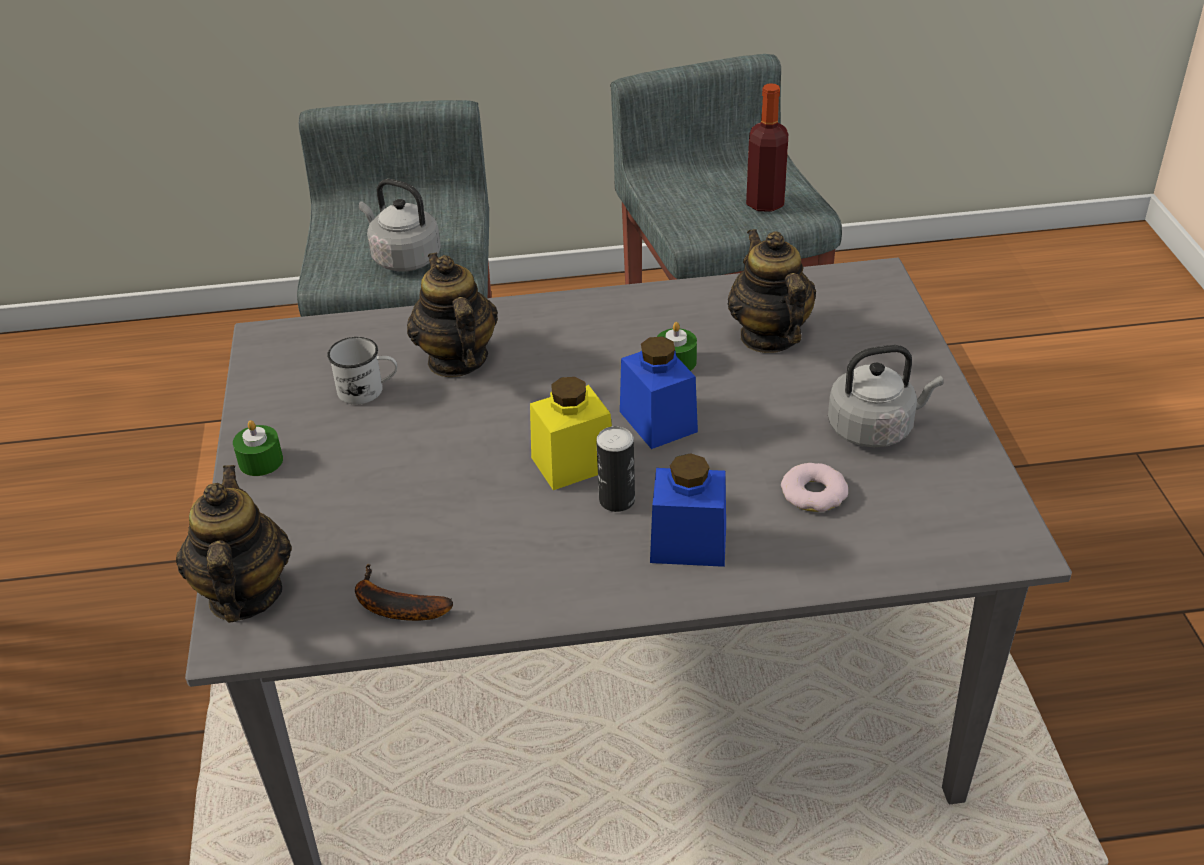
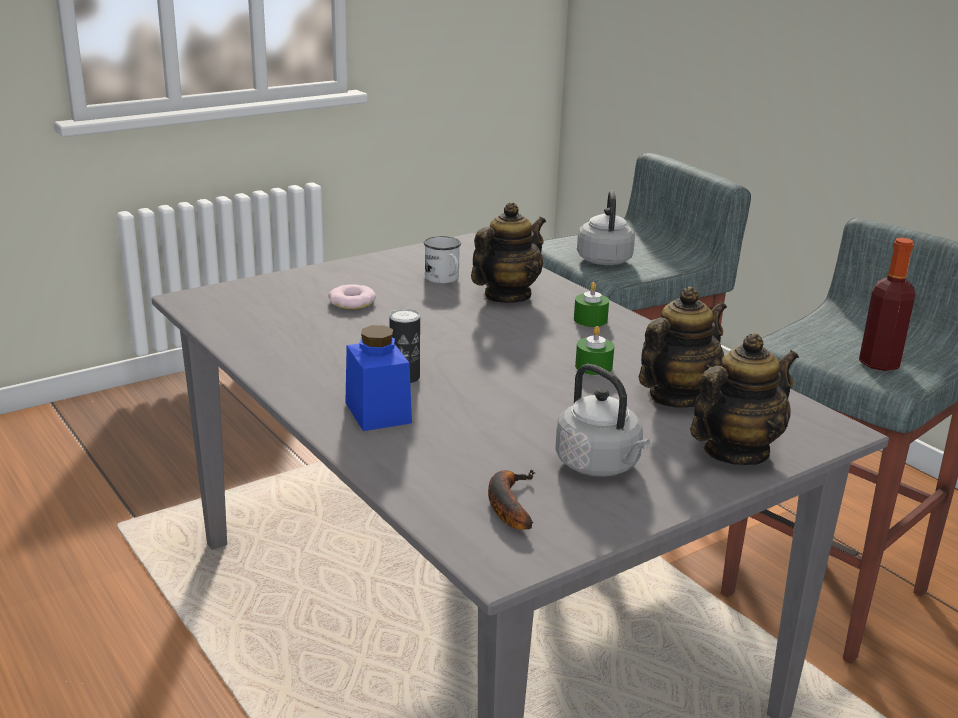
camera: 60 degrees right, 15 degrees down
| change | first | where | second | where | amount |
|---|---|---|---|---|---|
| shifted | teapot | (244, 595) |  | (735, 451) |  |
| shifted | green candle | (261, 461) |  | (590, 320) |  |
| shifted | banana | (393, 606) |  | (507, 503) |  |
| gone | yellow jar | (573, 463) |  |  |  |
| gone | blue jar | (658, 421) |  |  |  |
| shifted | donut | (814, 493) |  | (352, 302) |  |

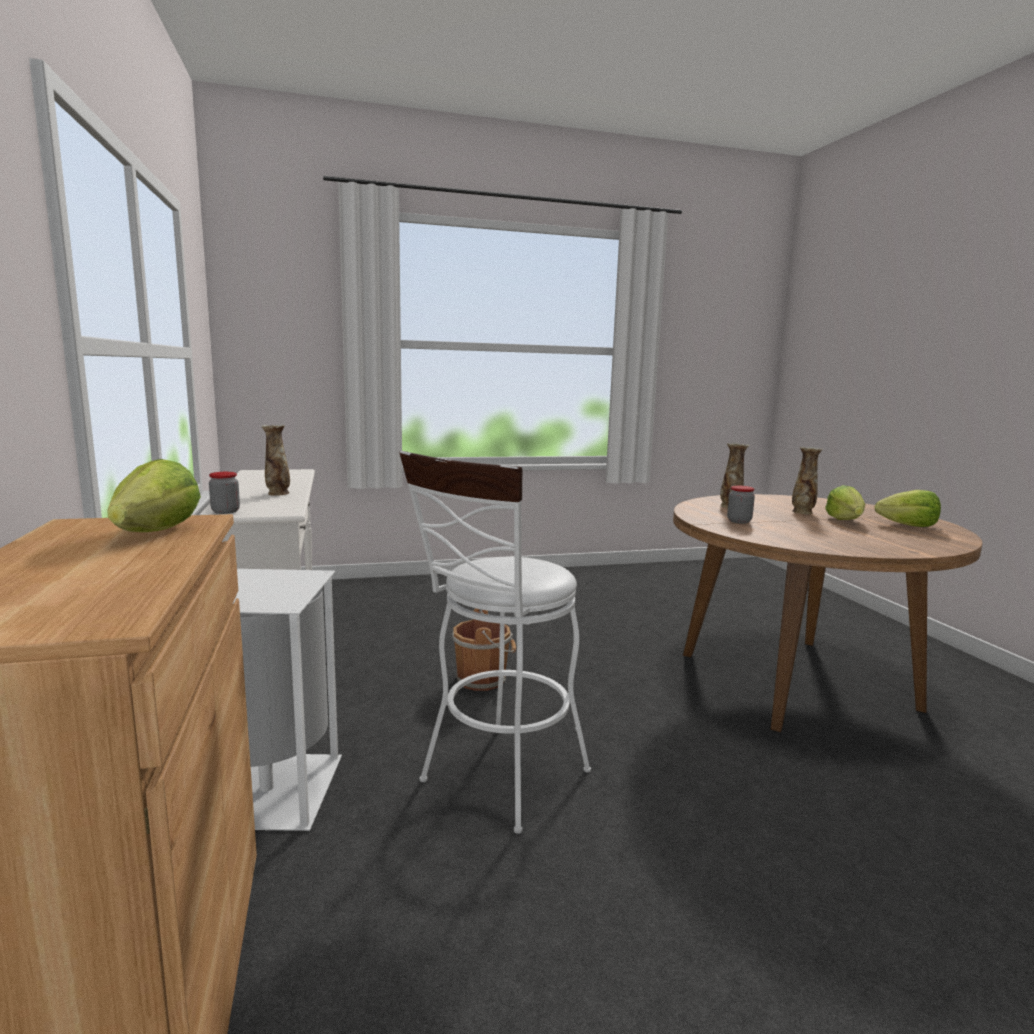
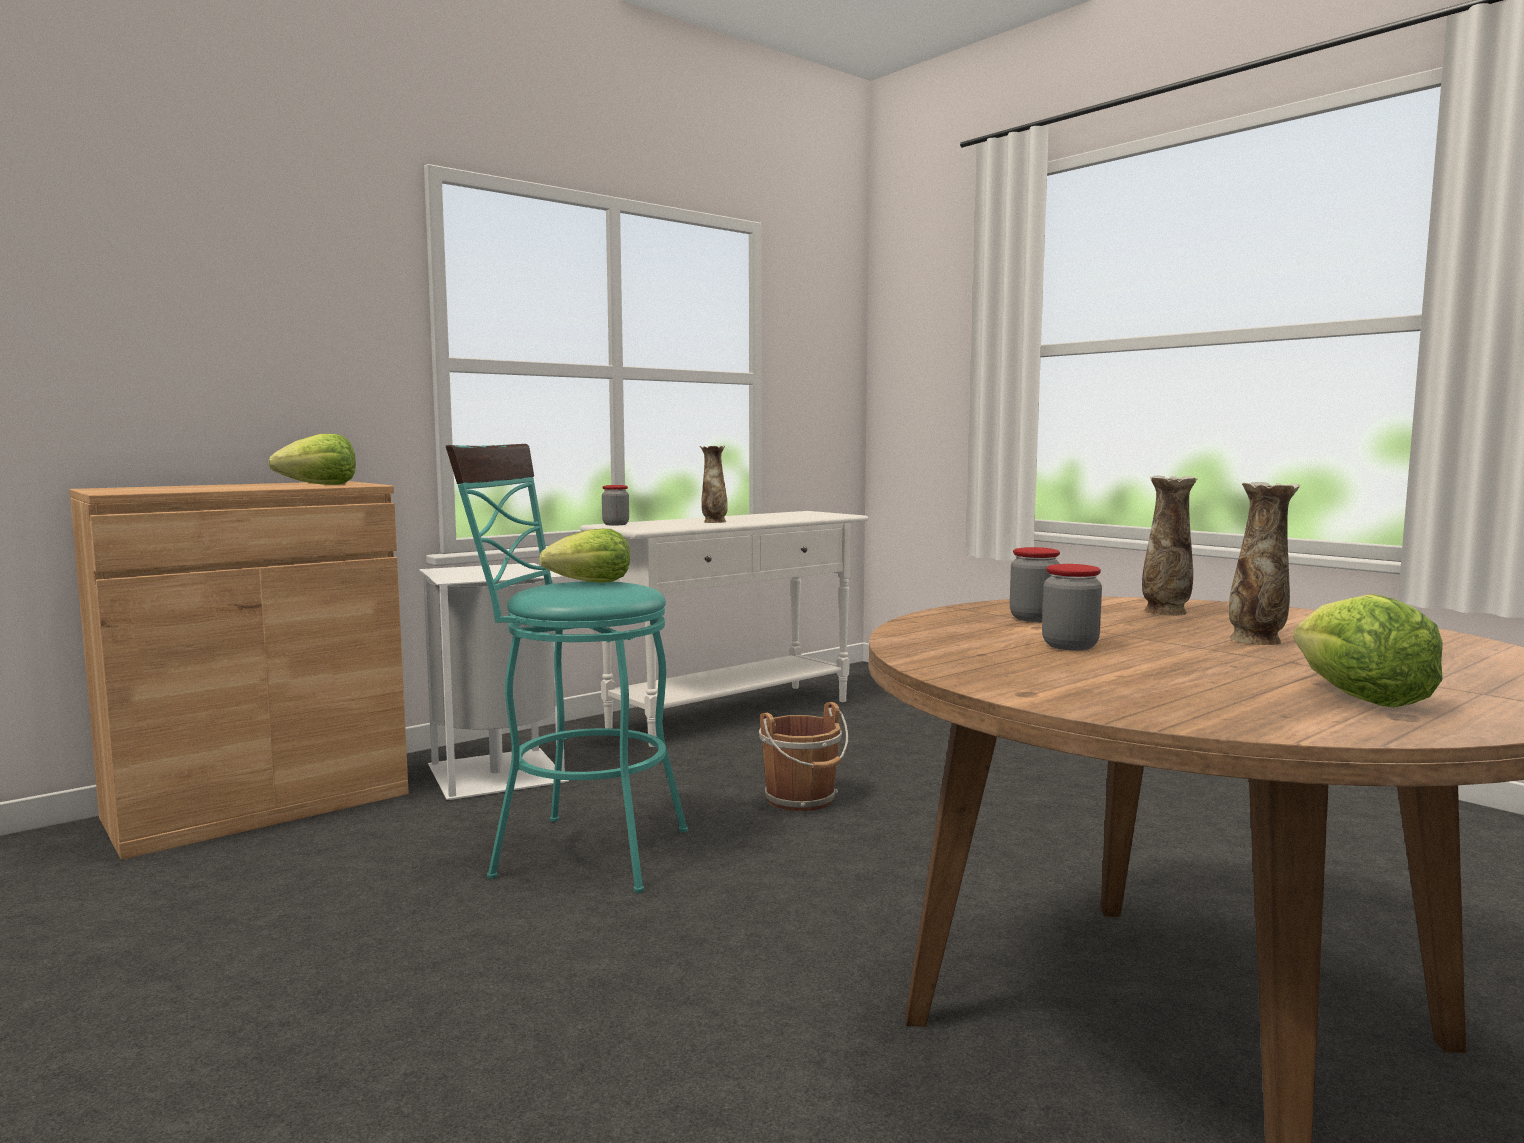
camera: 65 degrees right, 5 degrees down
| change | first | where | second | where | amount |
|---|---|---|---|---|---|
| repainted | white stool | (497, 782) | turquoise stool | (575, 851) |  |
| shifted | lettuce | (845, 520) |  | (591, 583) |  |
| new |  |  | jar | (1070, 646) |  |

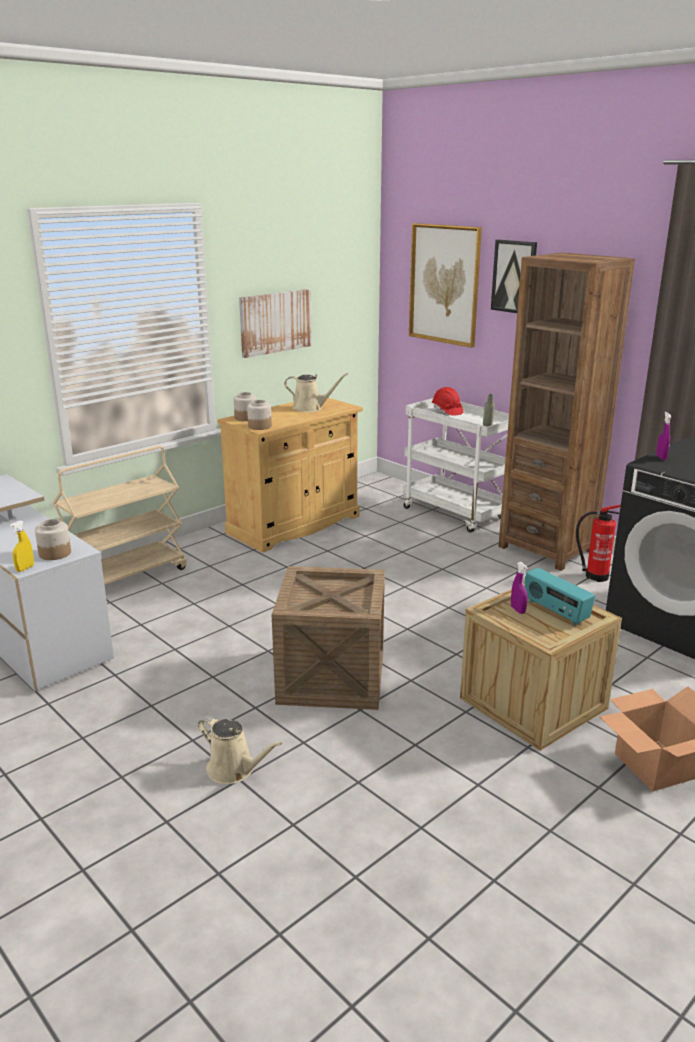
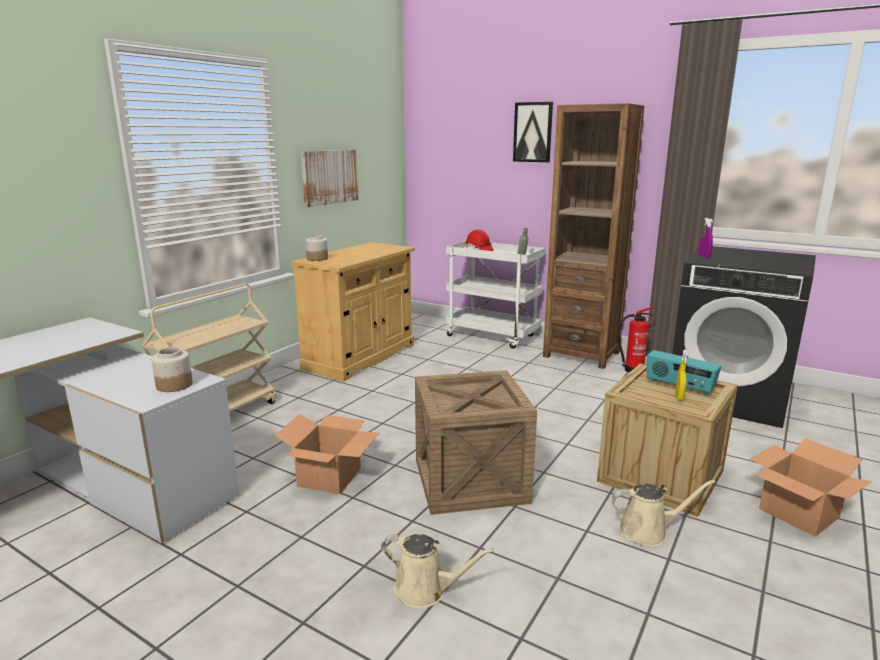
camera: 15 degrees left, 5 degrees down
| change | first | where | second | where | amount |
|---|---|---|---|---|---|
| shifted | yellow spray bottle | (25, 568) |  | (679, 398) |  |
| gone | jar | (259, 426) |  |  |  |
| shifted | beige watering can | (310, 408) |  | (647, 531) |  |
| gone | picture | (444, 284) |  |  |  |
| gone | purple spray bottle | (518, 610) |  |  |  |
| new |  |  | cardboard box | (329, 476) |  |

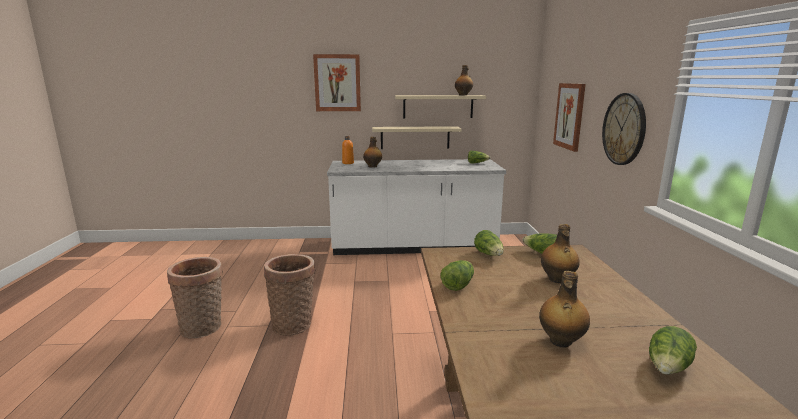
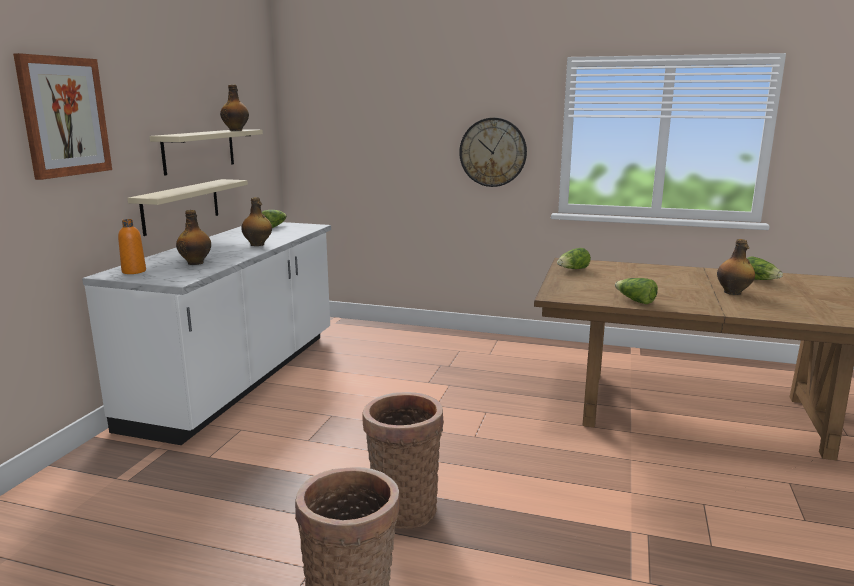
camera: 70 degrees left, 0 degrees up
| change | first | where | second | where | amount |
|---|---|---|---|---|---|
| gone | lettuce | (489, 255) |  |  |  |
| shifted | bottle | (557, 280) |  | (258, 244) |  |
| gone | picture | (569, 116) |  |  |  |

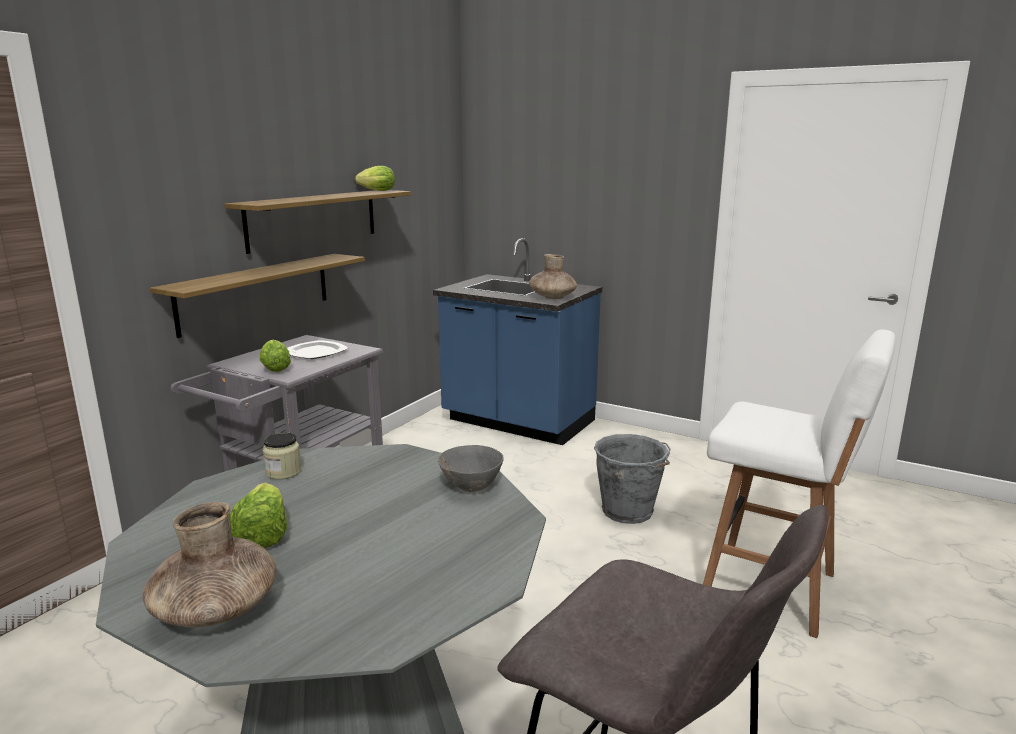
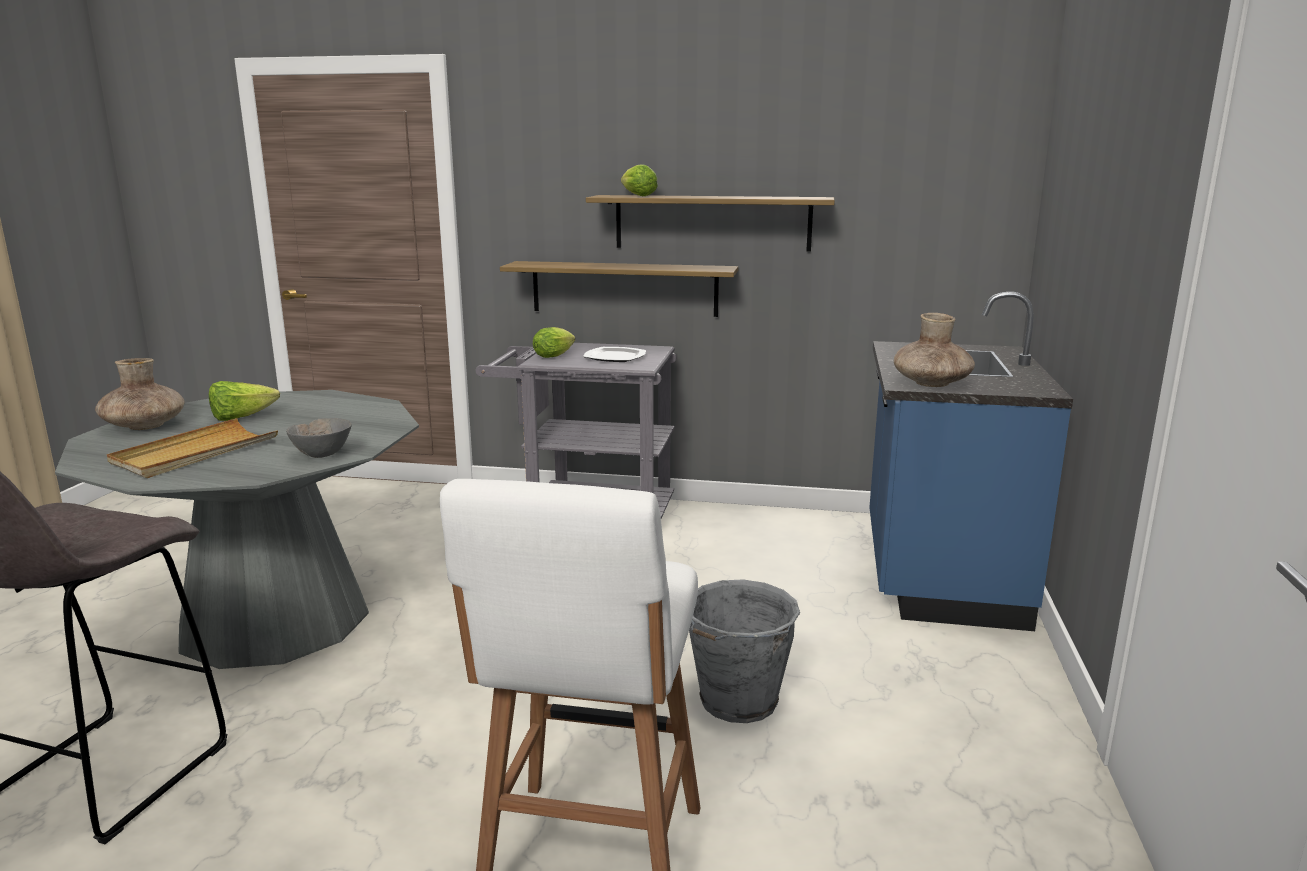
camera: 70 degrees right, 0 degrees up
| change | first | where | second | where | amount |
|---|---|---|---|---|---|
| gone | jar | (283, 472) |  |  |  |
| shifted | lettuce | (375, 191) |  | (636, 196) |  |
| new |  |  | beige tray | (195, 453) |  |

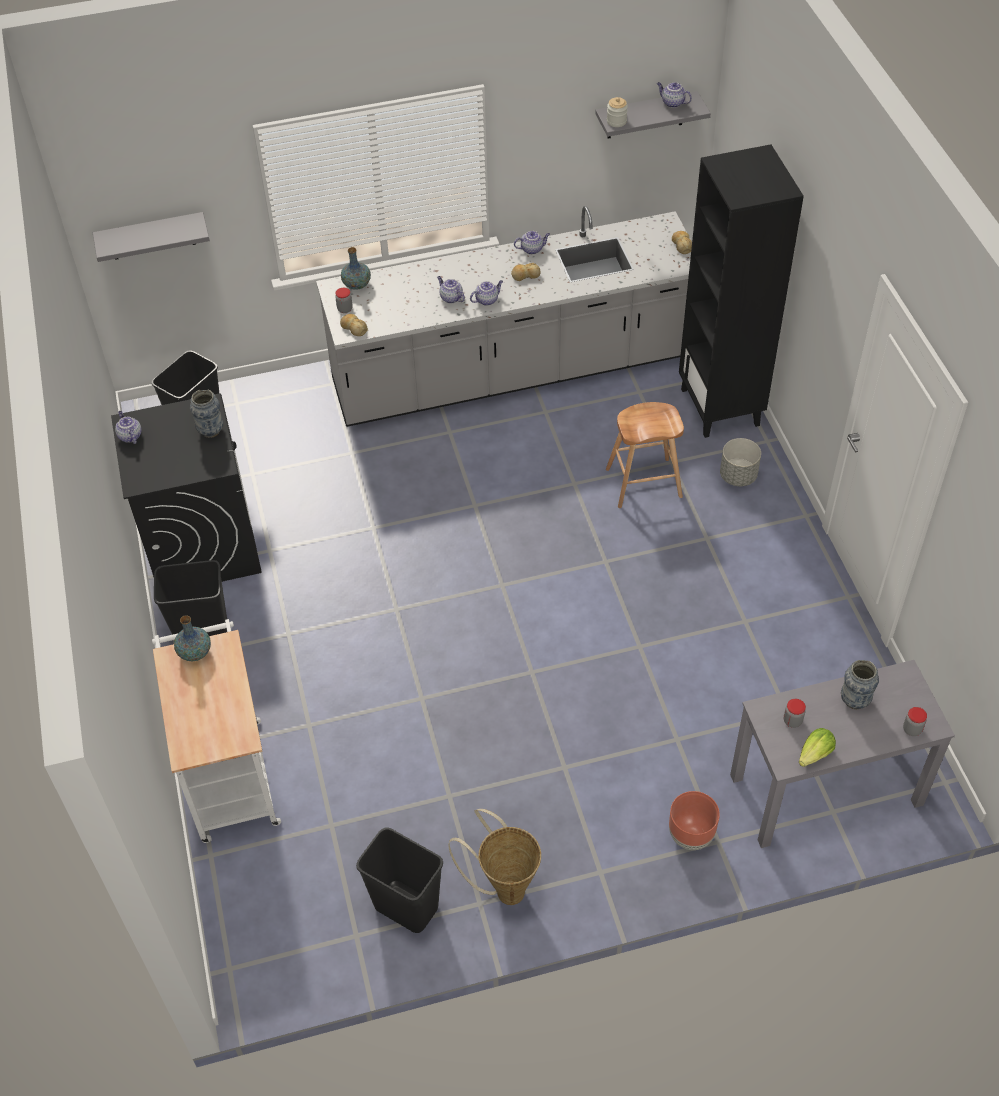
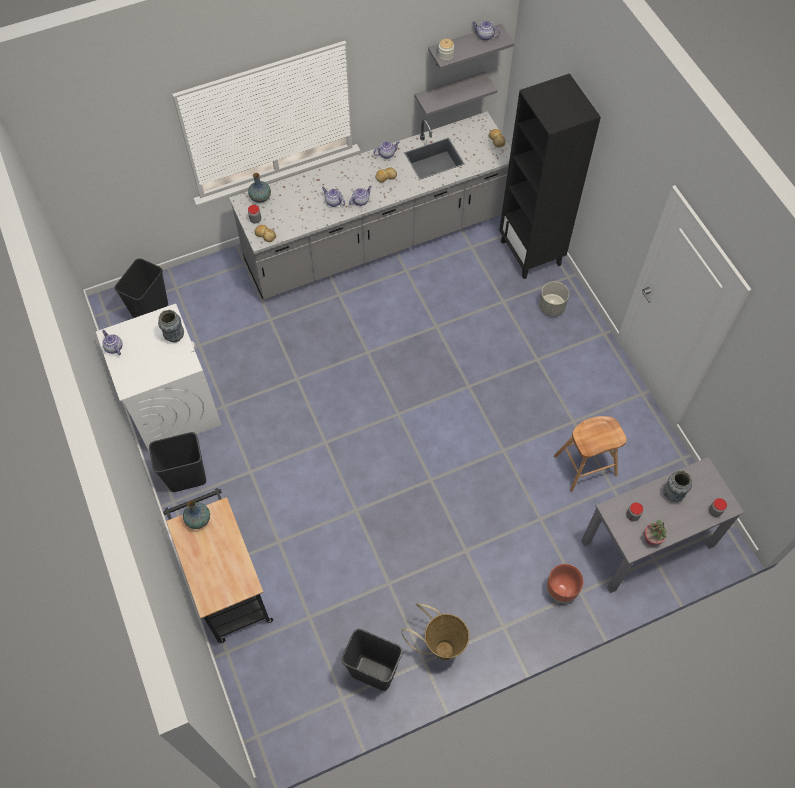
camera: 10 degrees left, 10 degrees up
| change | first | where | second | where | amount |
|---|---|---|---|---|---|
| shifted | grey shelf | (151, 236) |  | (449, 92) |  |
| repainted | black washing machine | (202, 542) | white washing machine | (172, 405) |  |
| repainted | white cart | (229, 772) | black cart | (228, 586) |  |
| shifted | brown stool | (643, 483) |  | (585, 465) |  |
| swapped | lettuce | (815, 754) | potted plant | (651, 539) |  |

